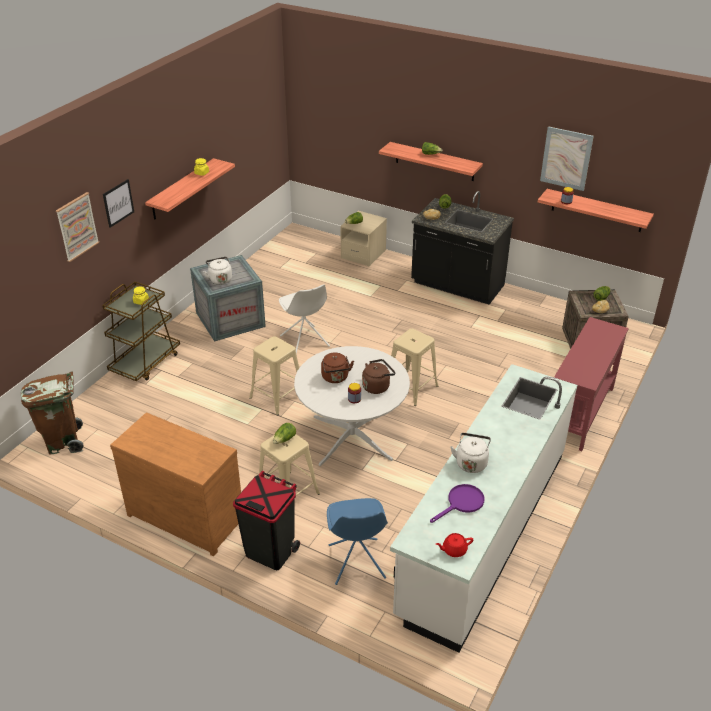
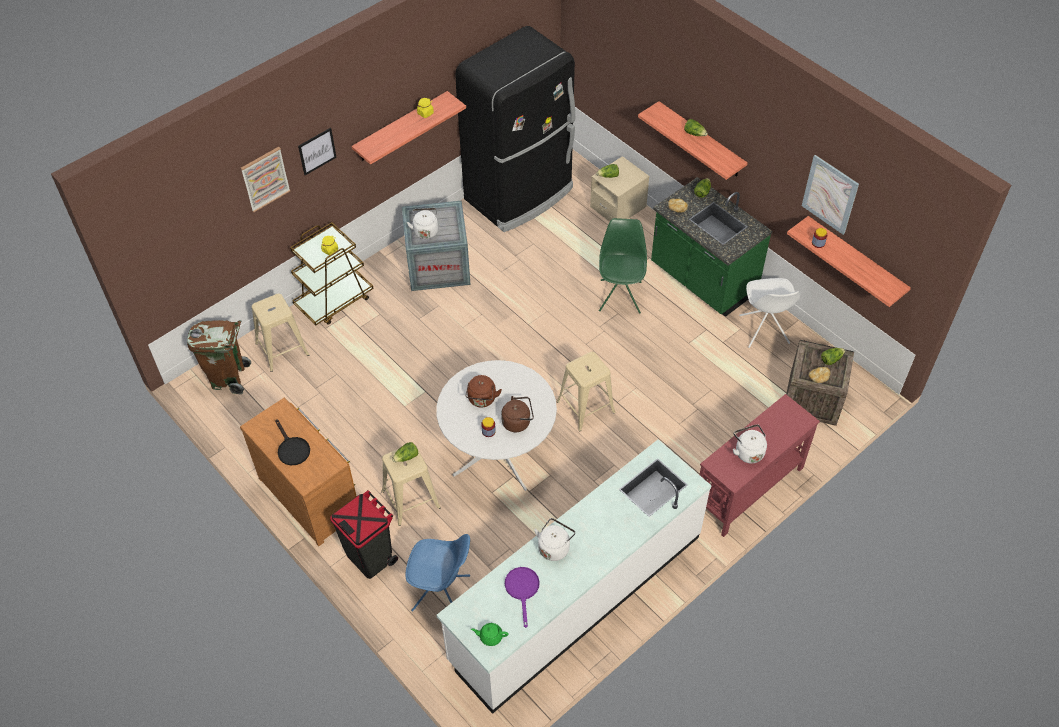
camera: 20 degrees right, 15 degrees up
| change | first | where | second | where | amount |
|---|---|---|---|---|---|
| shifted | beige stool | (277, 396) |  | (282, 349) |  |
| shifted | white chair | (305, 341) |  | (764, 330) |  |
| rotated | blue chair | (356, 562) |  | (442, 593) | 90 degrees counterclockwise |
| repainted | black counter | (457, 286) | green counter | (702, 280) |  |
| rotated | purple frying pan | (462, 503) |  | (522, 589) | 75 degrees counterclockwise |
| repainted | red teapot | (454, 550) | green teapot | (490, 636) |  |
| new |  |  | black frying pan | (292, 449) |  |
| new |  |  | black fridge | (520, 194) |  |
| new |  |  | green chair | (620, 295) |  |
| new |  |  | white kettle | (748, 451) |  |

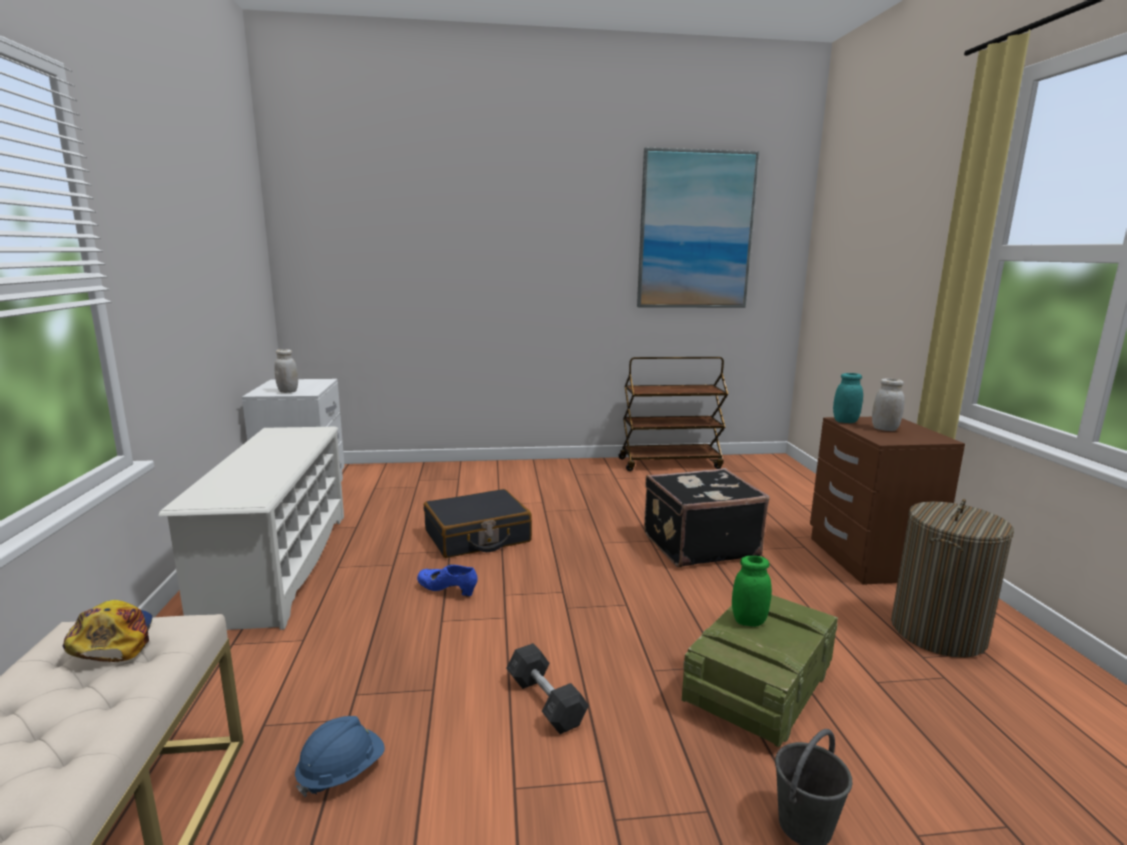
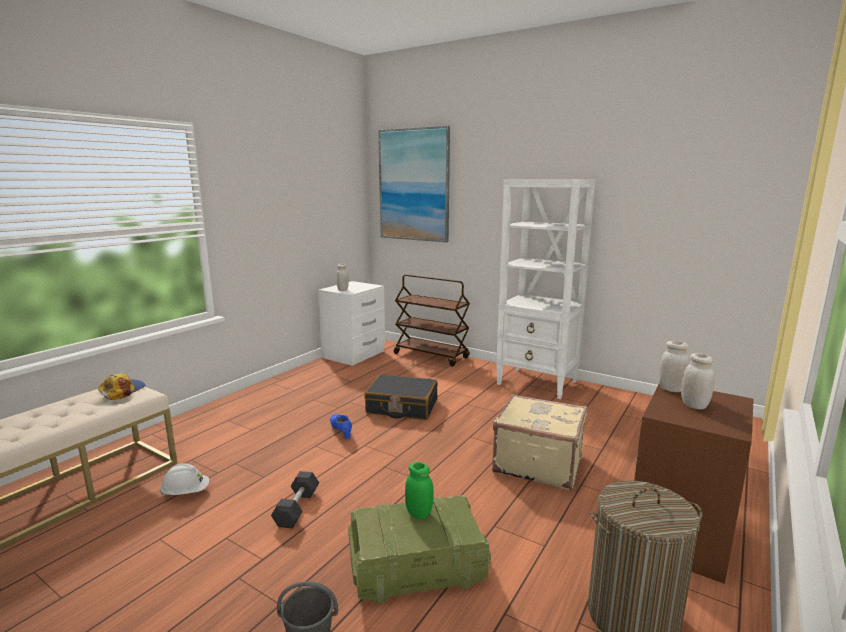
camera: 40 degrees right, 0 degrees up
| change | first | where | second | where | amount |
|---|---|---|---|---|---|
| gone | white shoe rack | (278, 565) |  |  |  |
| repainted | blue hard hat | (341, 772) | white hard hat | (186, 492) |  |
| shifted | brown cart | (670, 463) |  | (431, 356) |  |
| shifted | picture | (695, 231) |  | (414, 185) |  |
| repainted | black suitcase | (698, 544) | beige suitcase | (538, 463) |  |
| repainted | turquoise jar | (845, 421) | white jar | (671, 389) |  |
| new |  |  | white bookcase | (537, 383) |  |

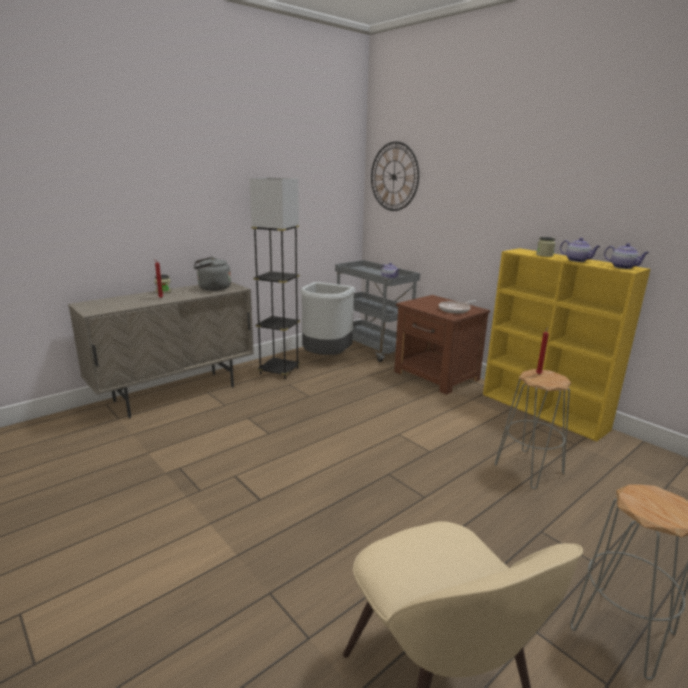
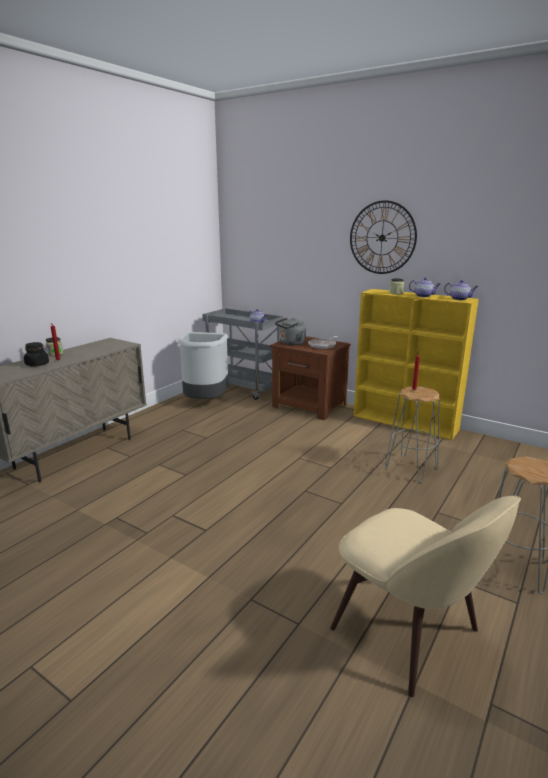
camera: 15 degrees left, 0 degrees up
| change | first | where | second | where | amount |
|---|---|---|---|---|---|
| shifted | grey kettle | (212, 288) |  | (291, 343) |  |
| gone | grey floor lamp | (279, 371) |  |  |  |
| shifted | wall clock | (394, 177) |  | (382, 238) |  |
| new |  |  | black jar | (37, 364) |  |

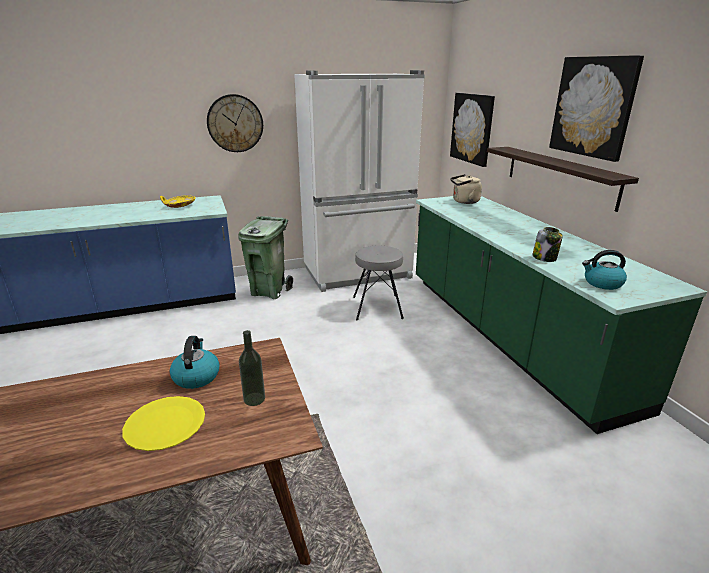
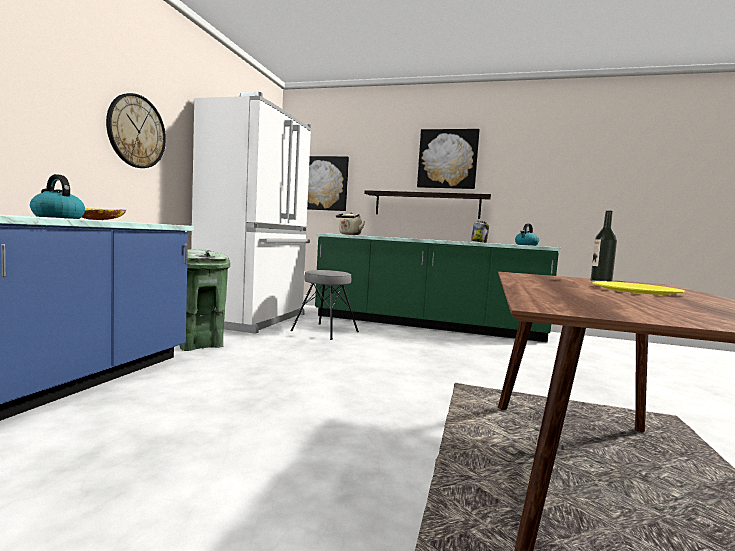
camera: 55 degrees left, 20 degrees down
| change | first | where | second | where | amount |
|---|---|---|---|---|---|
| shifted | kettle | (196, 376) |  | (57, 217) |  |

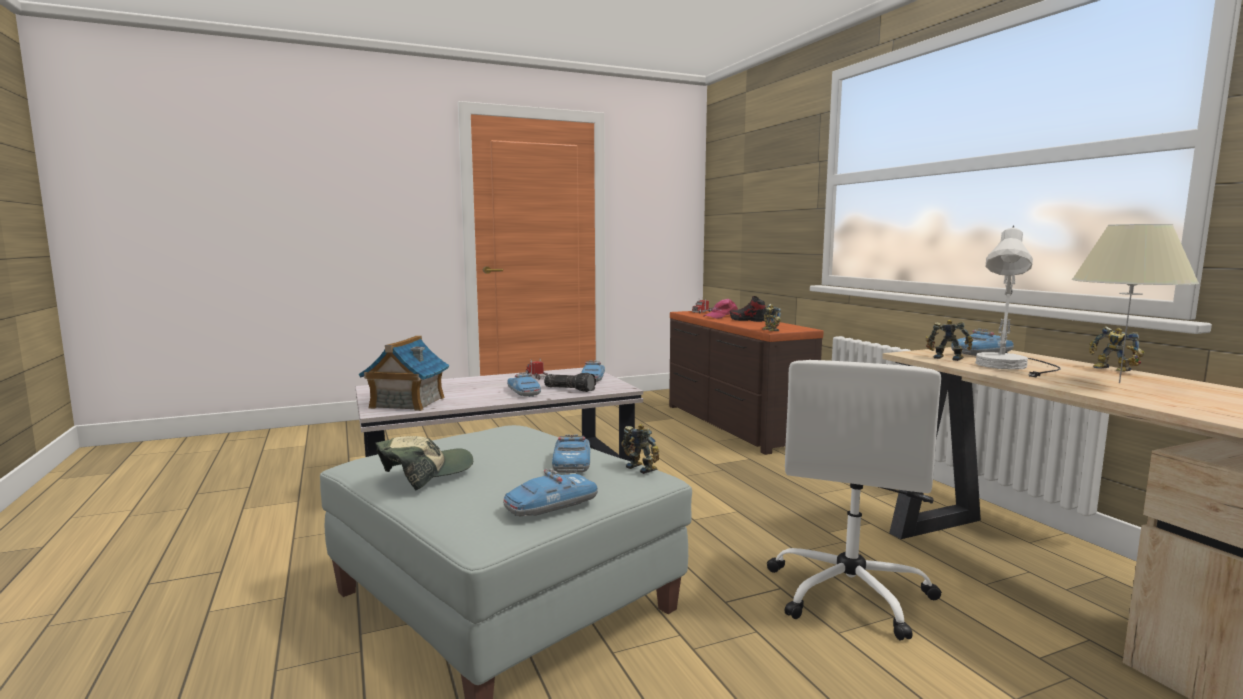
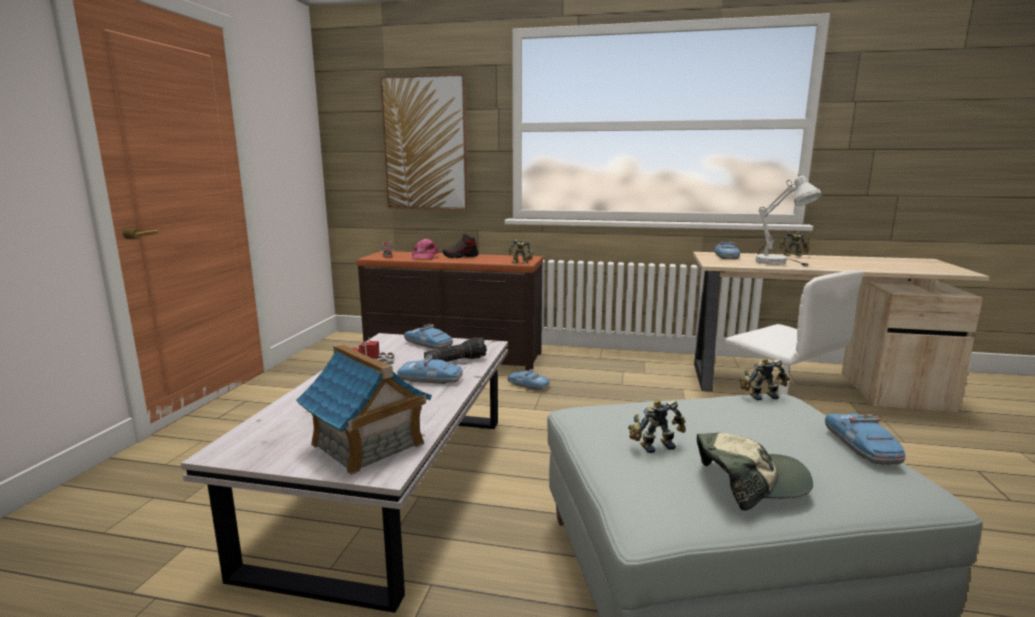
camera: 55 degrees left, 5 degrees up
| change | first | where | second | where | amount |
|---|---|---|---|---|---|
| rotated | cap | (425, 473) |  | (750, 482) | 90 degrees clockwise |
| shifted | toy car | (572, 463) |  | (528, 385) |  |
| shifted | toy robot | (947, 358) |  | (655, 445) |  |
| gone | beige table lamp | (1119, 383) |  |  |  |
| new |  |  | picture | (425, 144) |  |

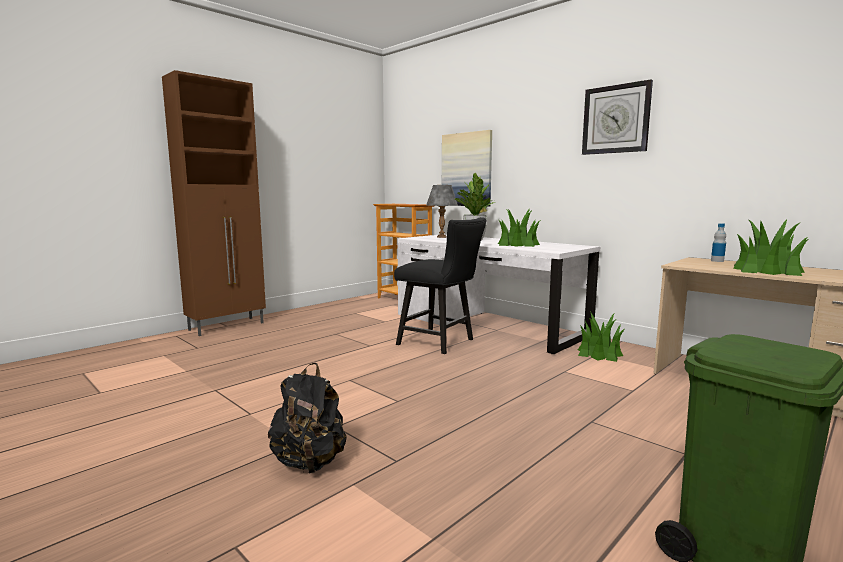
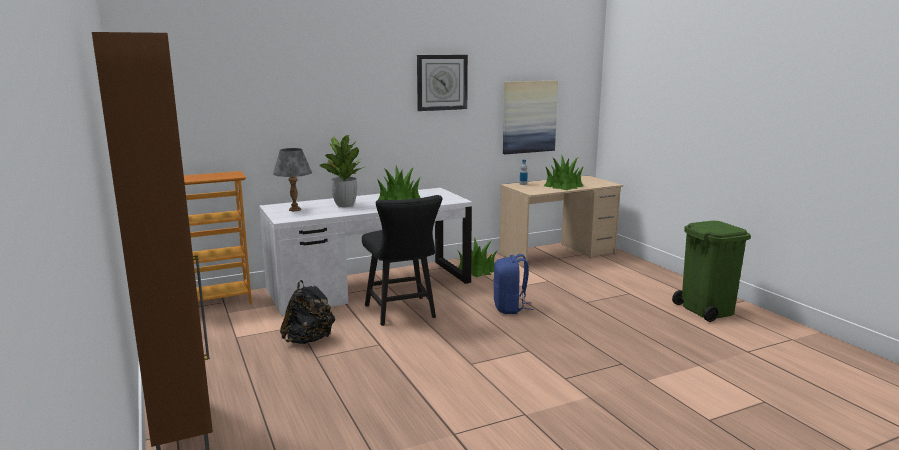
camera: 70 degrees left, 5 degrees up
| change | first | where | second | where | amount |
|---|---|---|---|---|---|
| shifted | black backpack | (310, 462) |  | (309, 340) |  |
| rotated | black chair | (440, 343) |  | (402, 313) | 105 degrees clockwise |
| shifted | picture | (466, 169) |  | (529, 117) |  |
| new |  |  | blue backpack | (510, 308) |  |

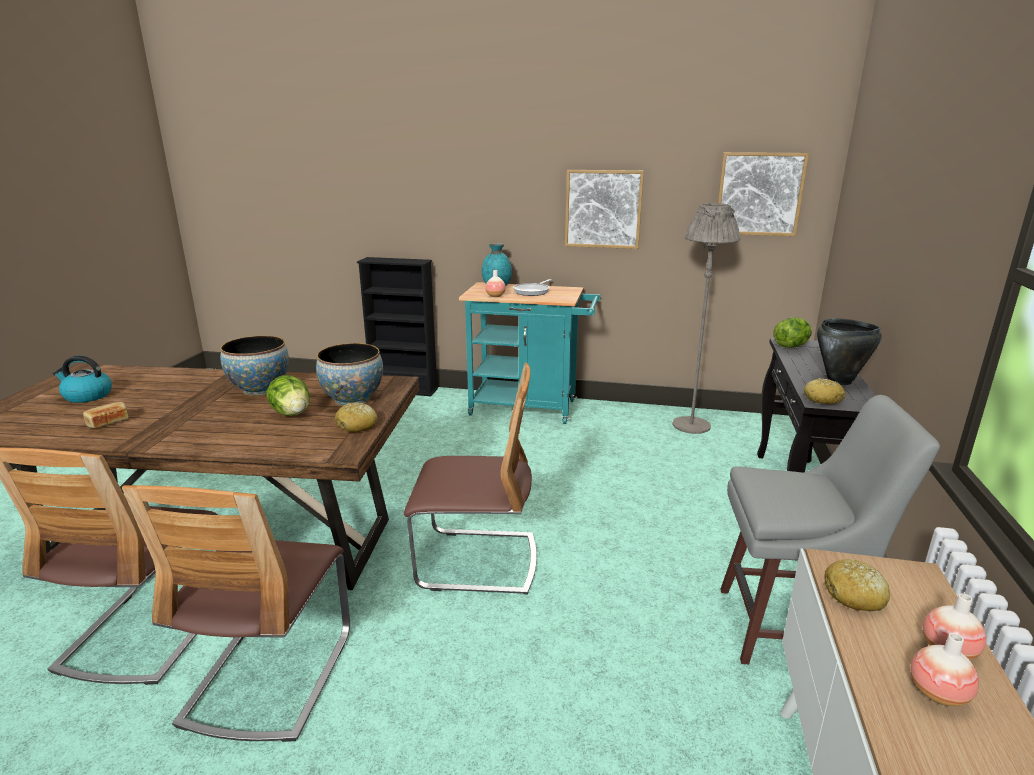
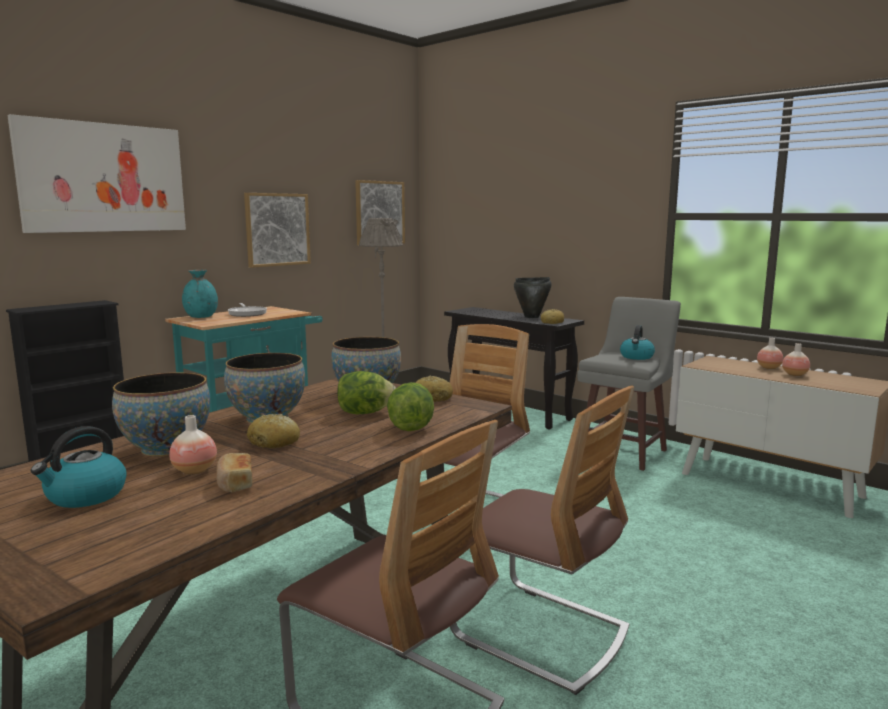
camera: 60 degrees left, 10 degrees down
| change | first | where | second | where | amount |
|---|---|---|---|---|---|
| shifted | vase | (495, 296) |  | (194, 471) |  |
| shifted | lettuce | (791, 346) |  | (411, 427) |  |
| shifted | bread | (854, 595) |  | (274, 442) |  |
| new |  |  | picture | (104, 178) |  |
| new |  |  | bowl | (166, 448) |  |
| new |  |  | kettle | (636, 357) |  |

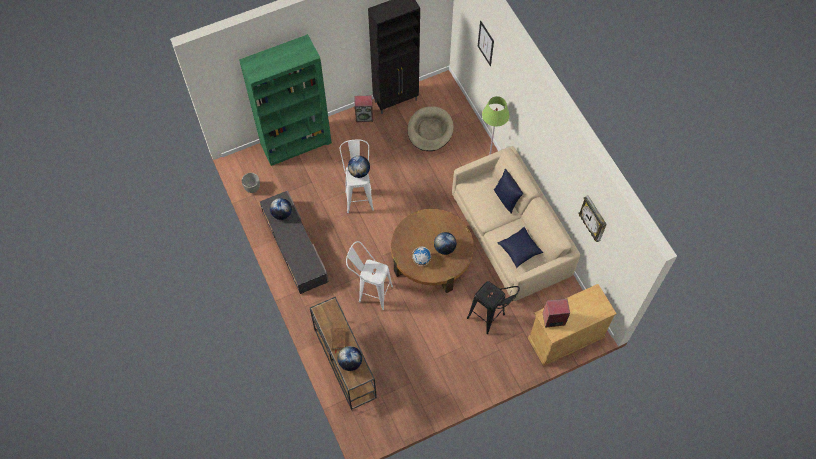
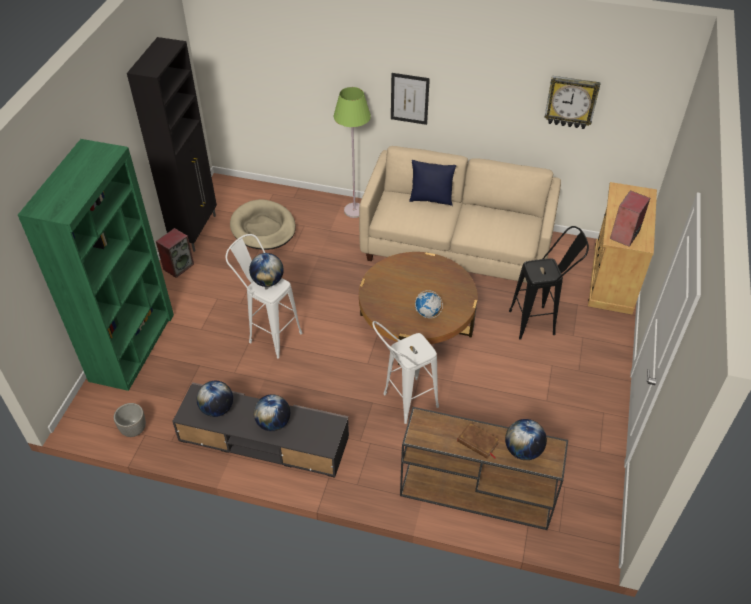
camera: 50 degrees left, 15 degrees down
| change | first | where | second | where | amount |
|---|---|---|---|---|---|
| shifted | globe | (444, 248) |  | (273, 423) |  |
| shifted | picture | (485, 43) |  | (409, 98) |  |
| gone | blue pillow | (519, 250) |  |  |  |

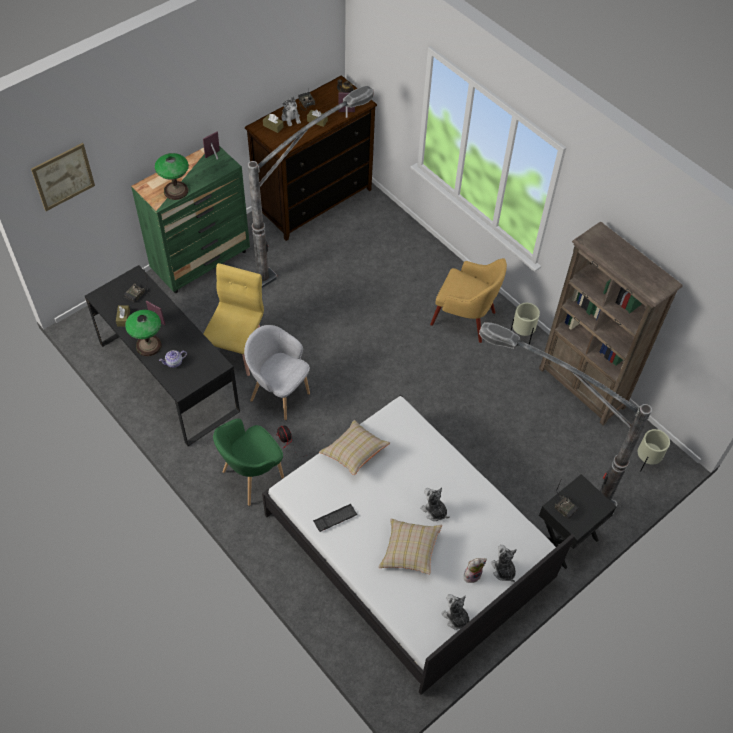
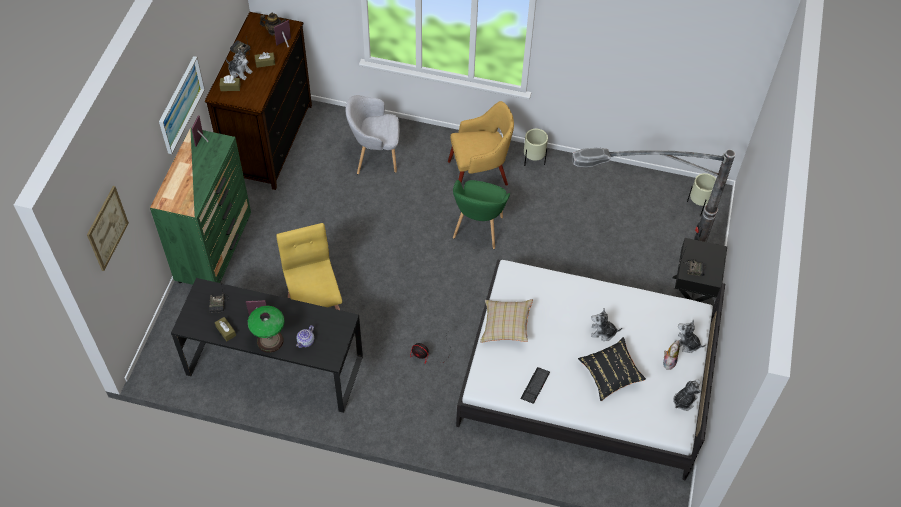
camera: 35 degrees left, 0 degrees up
| change | first | where | second | where | amount |
|---|---|---|---|---|---|
| gone | table lamp | (176, 190) |  |  |  |
| shifted | green armchair | (252, 478) |  | (478, 229) |  |
| shifted | grey armchair | (279, 394) |  | (375, 158) |  |
| gone | floor lamp | (311, 249) |  |  |  |
| repainted | beige pillow | (409, 551) | black pillow | (610, 374) |  |
| rotated | plush toy | (456, 618) |  | (684, 400) | 120 degrees clockwise |
| gone | brown bookcase | (582, 388) |  |  |  |
| new |  |  | picture | (180, 104) |  |

